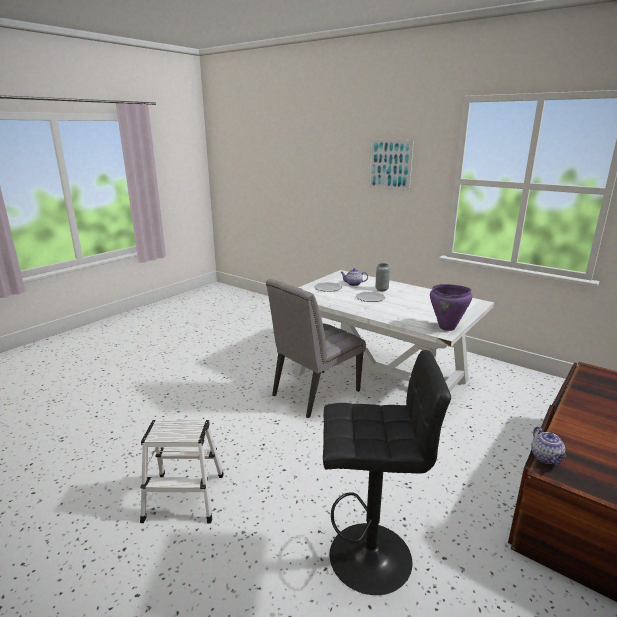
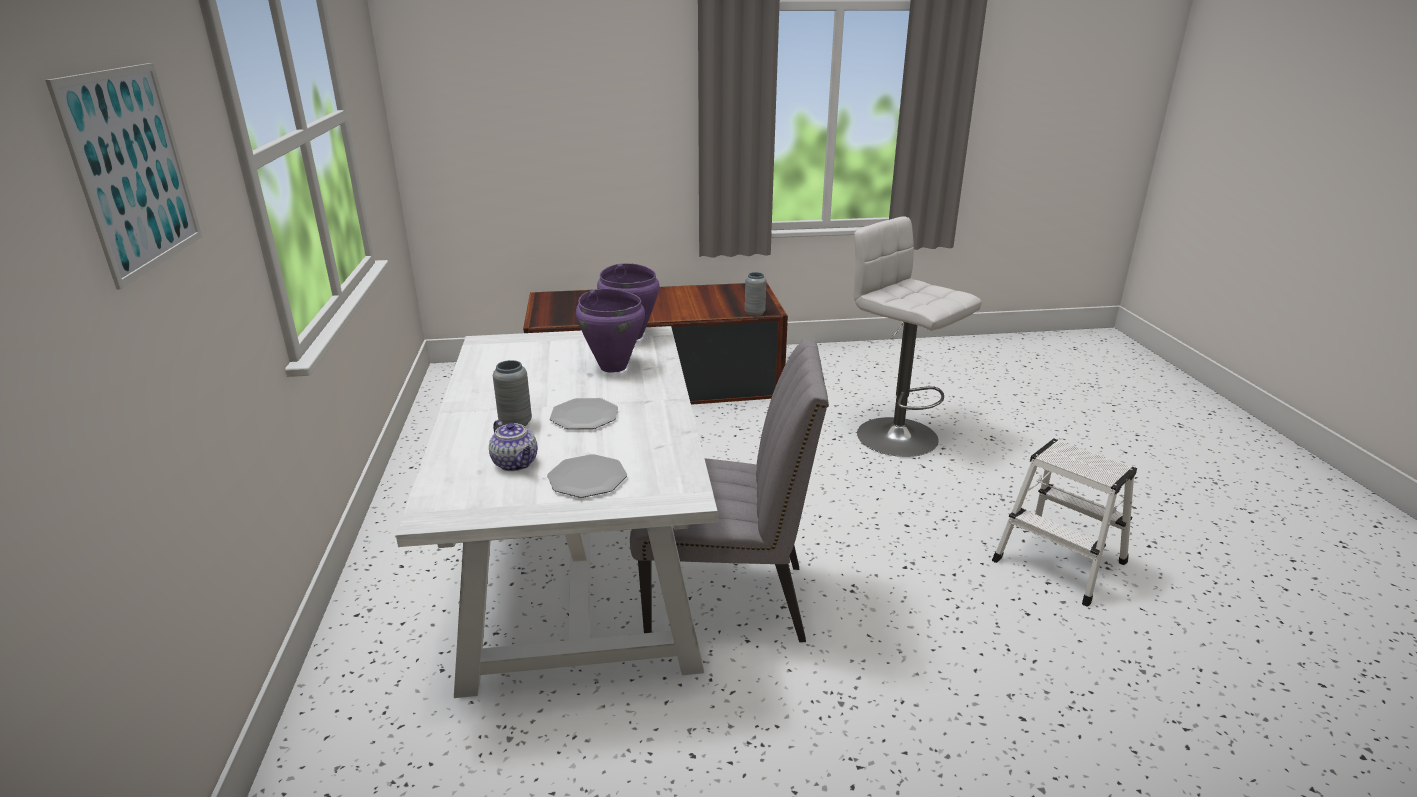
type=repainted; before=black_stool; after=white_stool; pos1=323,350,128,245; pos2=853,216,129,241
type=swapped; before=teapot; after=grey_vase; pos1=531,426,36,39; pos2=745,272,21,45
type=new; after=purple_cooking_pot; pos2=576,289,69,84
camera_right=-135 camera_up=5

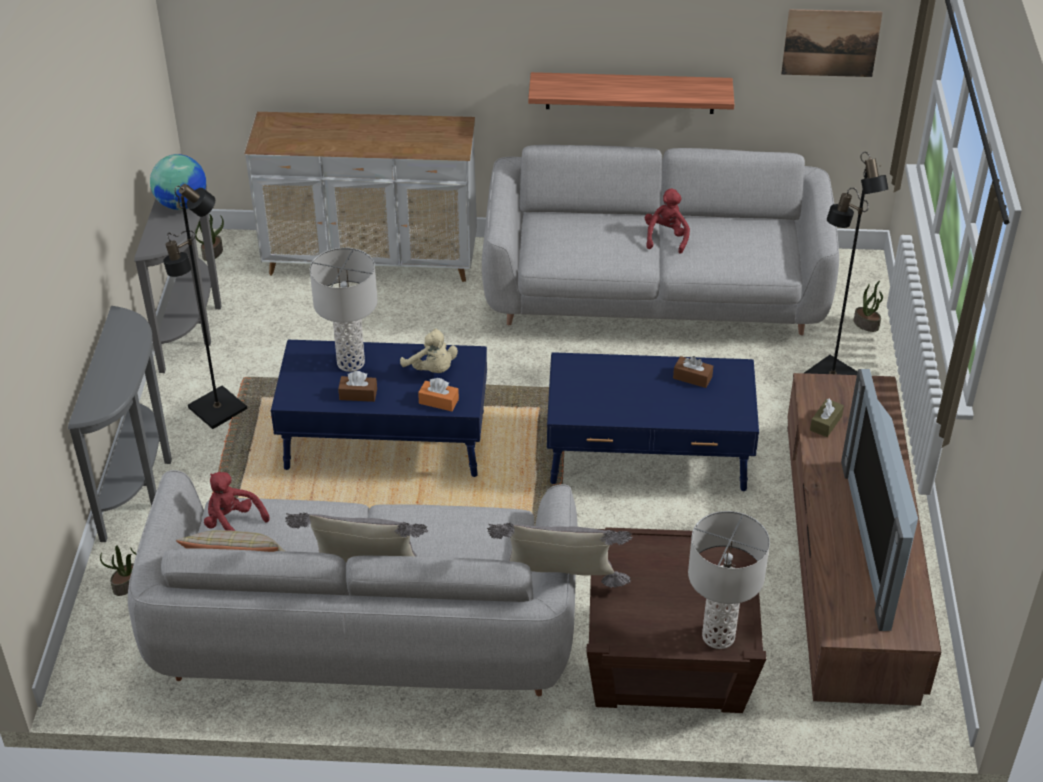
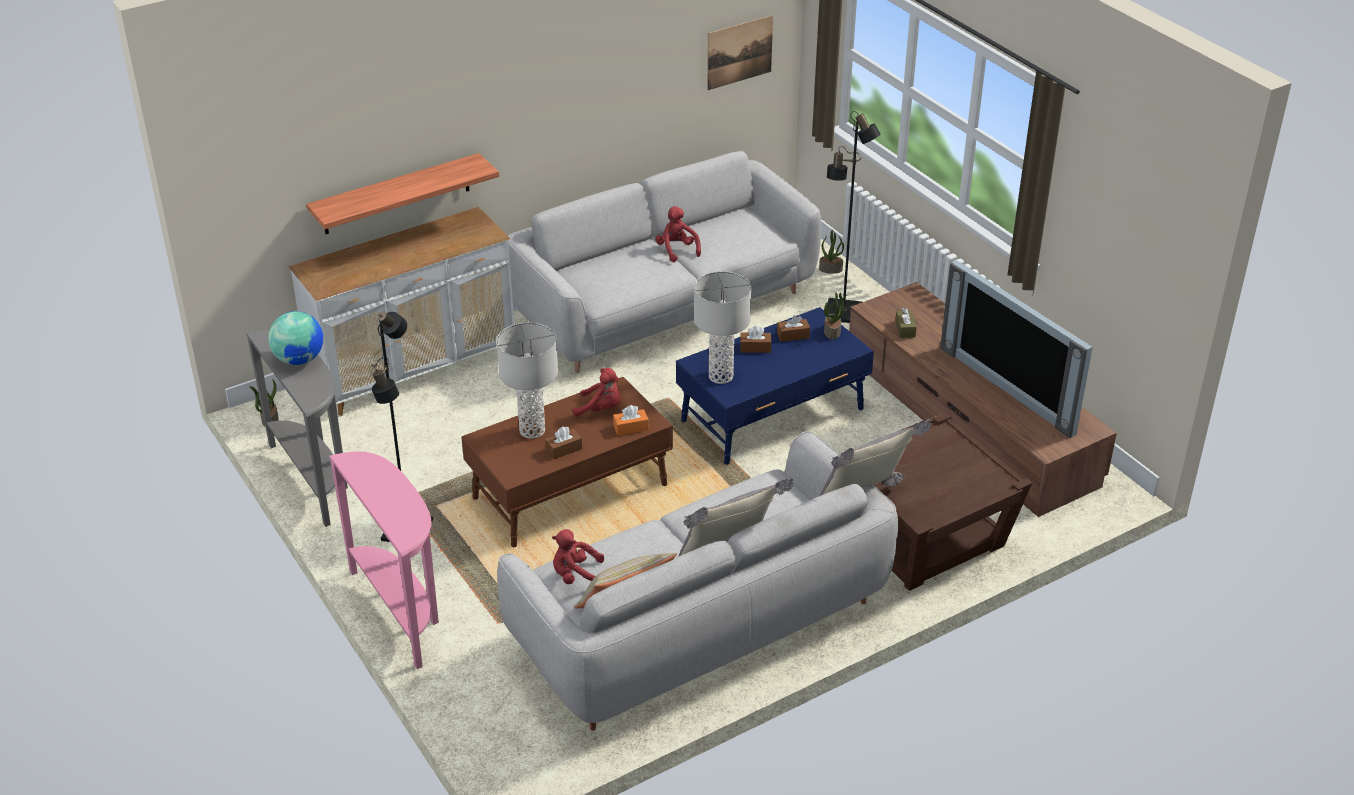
type=shifted; before=shelf; pos1=528,72,206,42; pos2=306,153,193,81
type=repainted; before=grey_console_table; after=pink_console_table; pos1=68,306,104,236; pos2=329,451,110,218
type=repainted; before=beige_plush_toy; after=red_plush_toy; pos1=400,328,58,45; pos2=573,368,48,48
type=repainted; before=blue_coffee_table; after=brown_coffee_table; pos1=271,340,216,137; pos2=461,377,212,170
type=shifted; before=white_table_lamp; pos1=688,511,82,138; pos2=694,271,57,113
type=shifted; before=potted_plant; pos1=100,545,36,51; pos2=824,292,25,47
type=new; after=brown_tissue_box; pos2=740,326,31,27
camera_right=-35 camera_up=-5

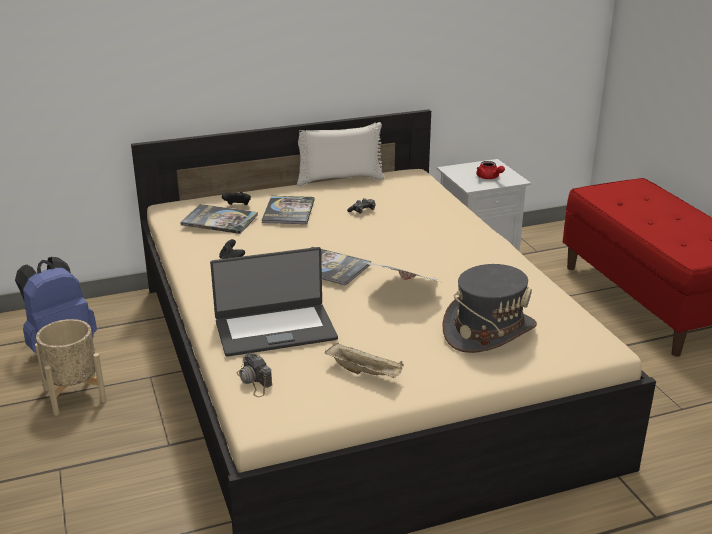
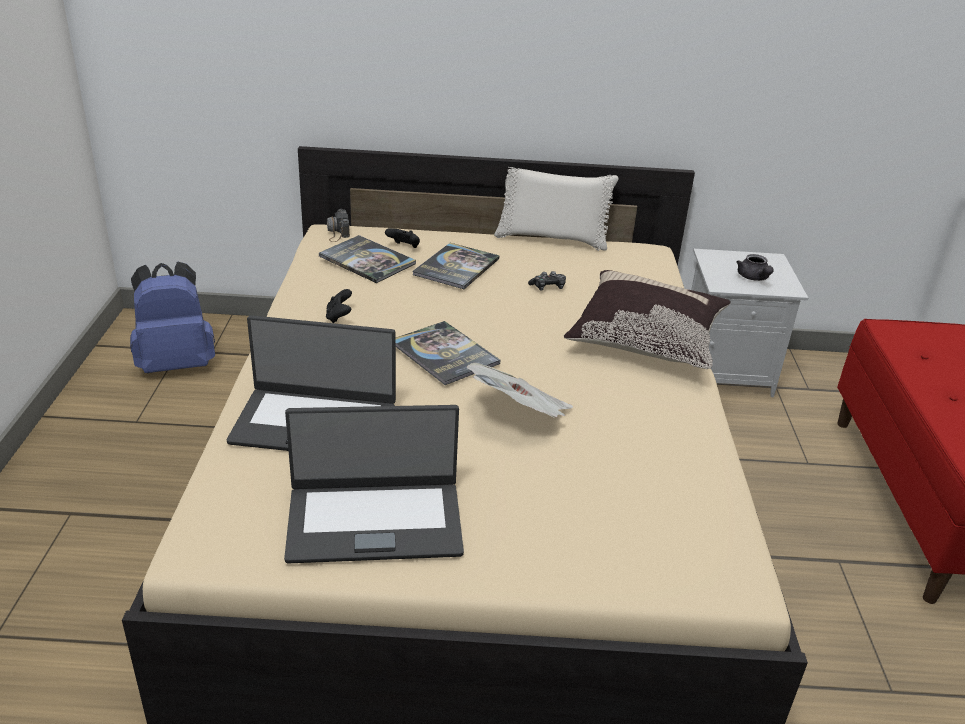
type=repainted; before=red_teapot; after=grey_teapot; pos1=476,161,29,18; pos2=736,254,38,27
type=gone; before=grey_hat; pos1=442,264,95,89
type=gone; before=beige_planter; pos1=35,319,71,97
type=swapped; before=beige_tray; after=laptop; pos1=325,343,79,35; pos2=284,405,180,158
type=shifted; before=photo_camera; pos1=237,353,35,44; pos2=327,209,23,33
type=new; after=pillow; pos2=564,270,167,99
camera_right=20 camera_up=5

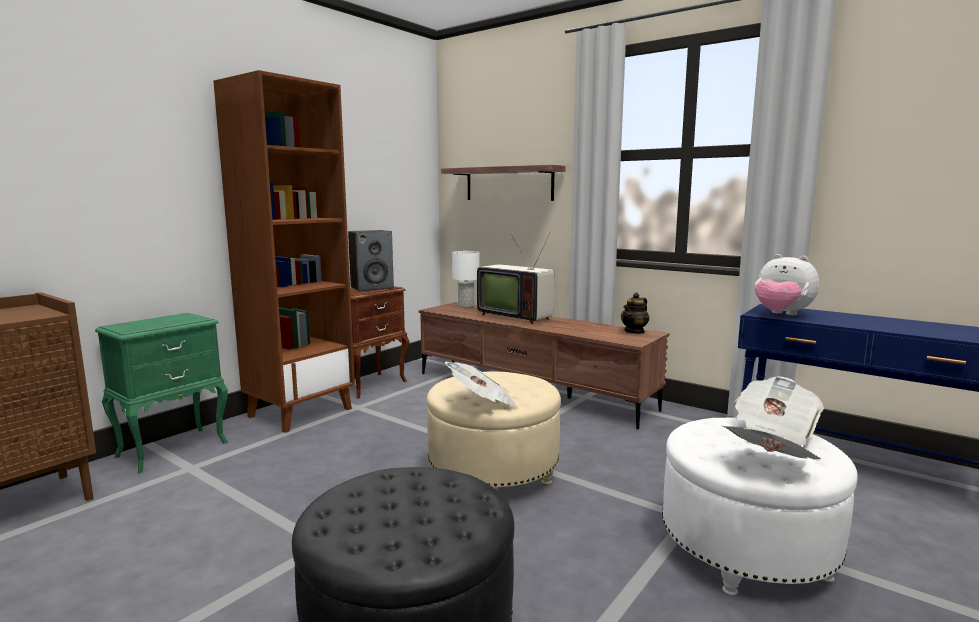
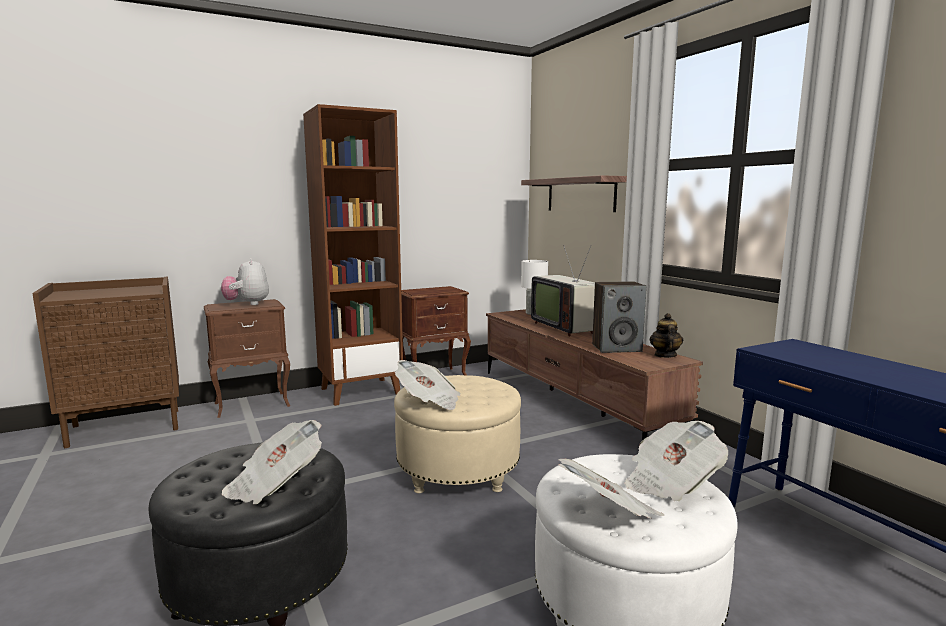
type=shifted; before=speaker; pos1=348,230,46,61; pos2=592,281,55,72
type=shifted; before=plush_toy; pos1=755,254,64,61; pos2=221,258,48,47
type=rotated; before=teapot; pos1=621,292,28,42; pos2=649,313,34,45; turn=120
type=repainted; before=green_nightstand; after=brown_nightstand; pos1=95,313,133,161; pos2=204,299,86,119
type=new; after=newspaper; pos2=222,420,100,85
camera_right=25 camera_up=0

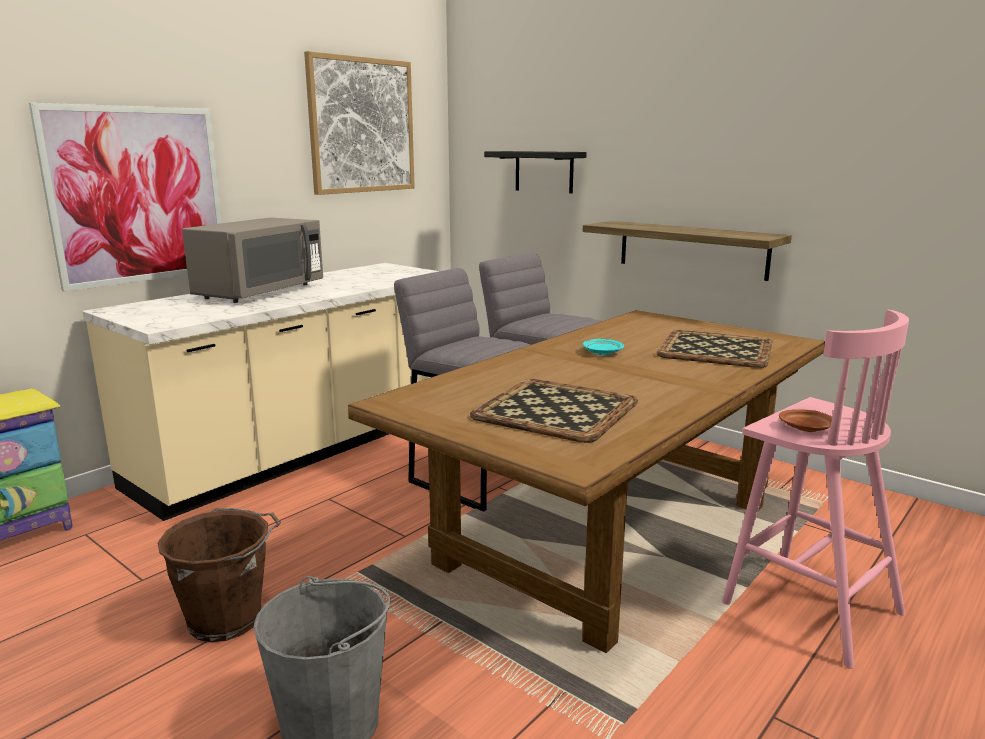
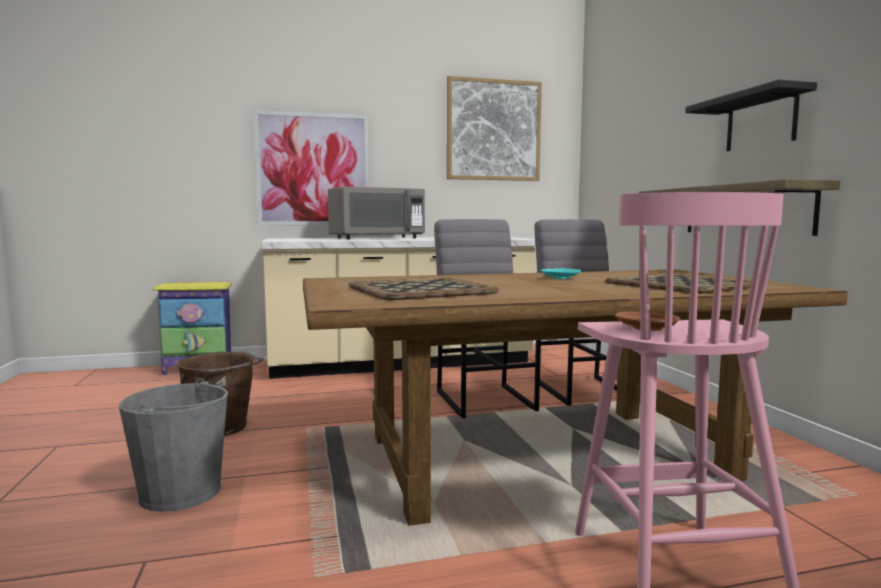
type=shifted; before=black_shelf; pos1=484,151,103,42; pos2=685,80,132,71
camera_right=35 camera_up=-10

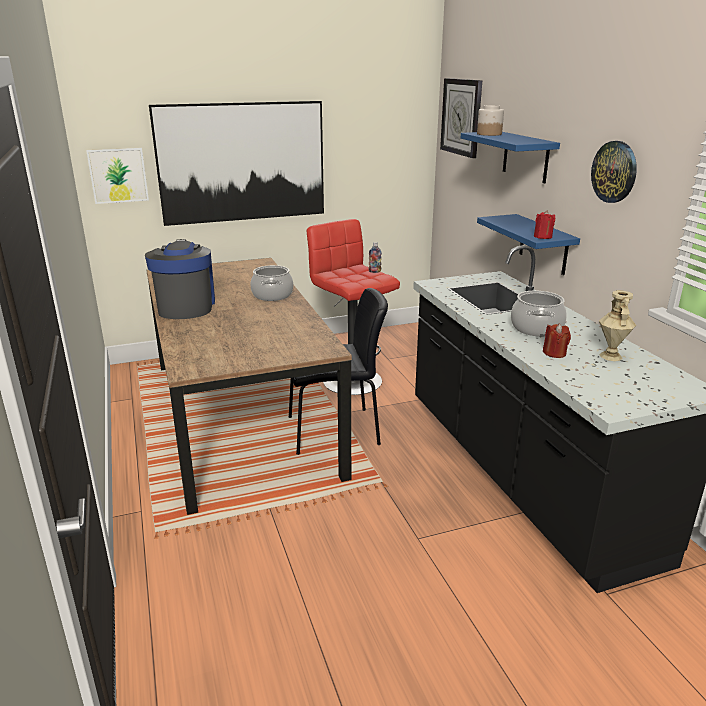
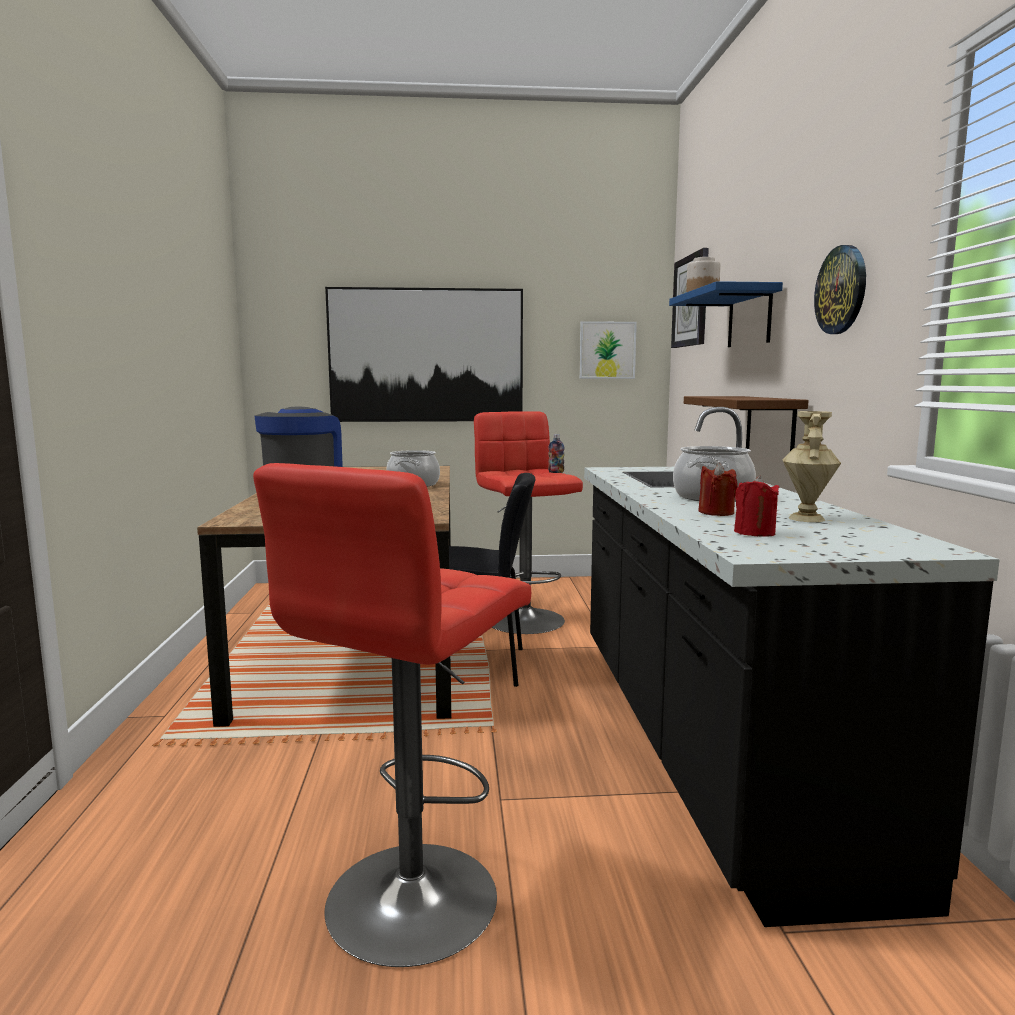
type=shifted; before=picture; pos1=86,148,63,56; pos2=580,321,57,58
type=shifted; before=red_candle; pos1=534,210,21,29; pos2=734,475,45,62
type=repainted; before=blue_shelf; after=brown_shelf; pos1=477,214,103,61; pos2=684,396,125,55
type=new; after=red_stool; pos2=253,463,278,504
camera_right=15 camera_up=-15

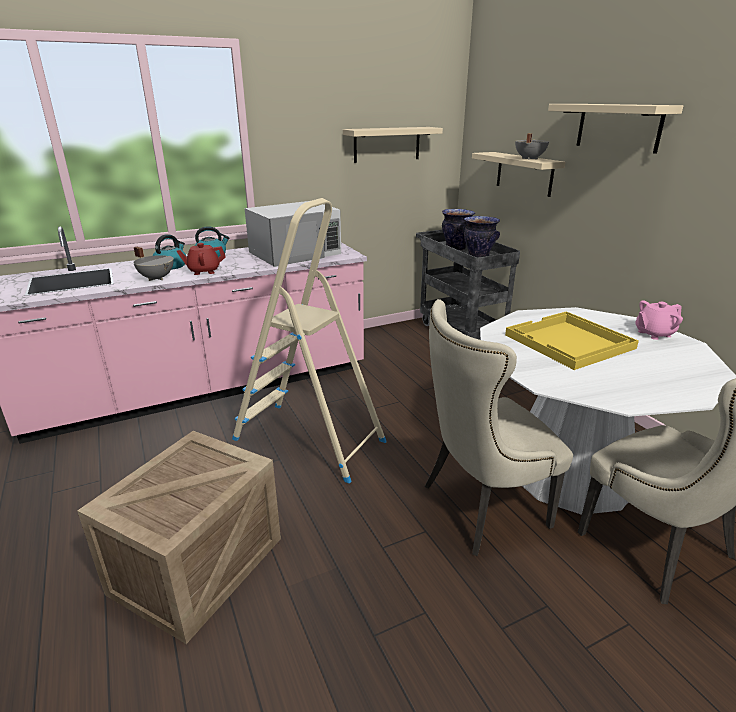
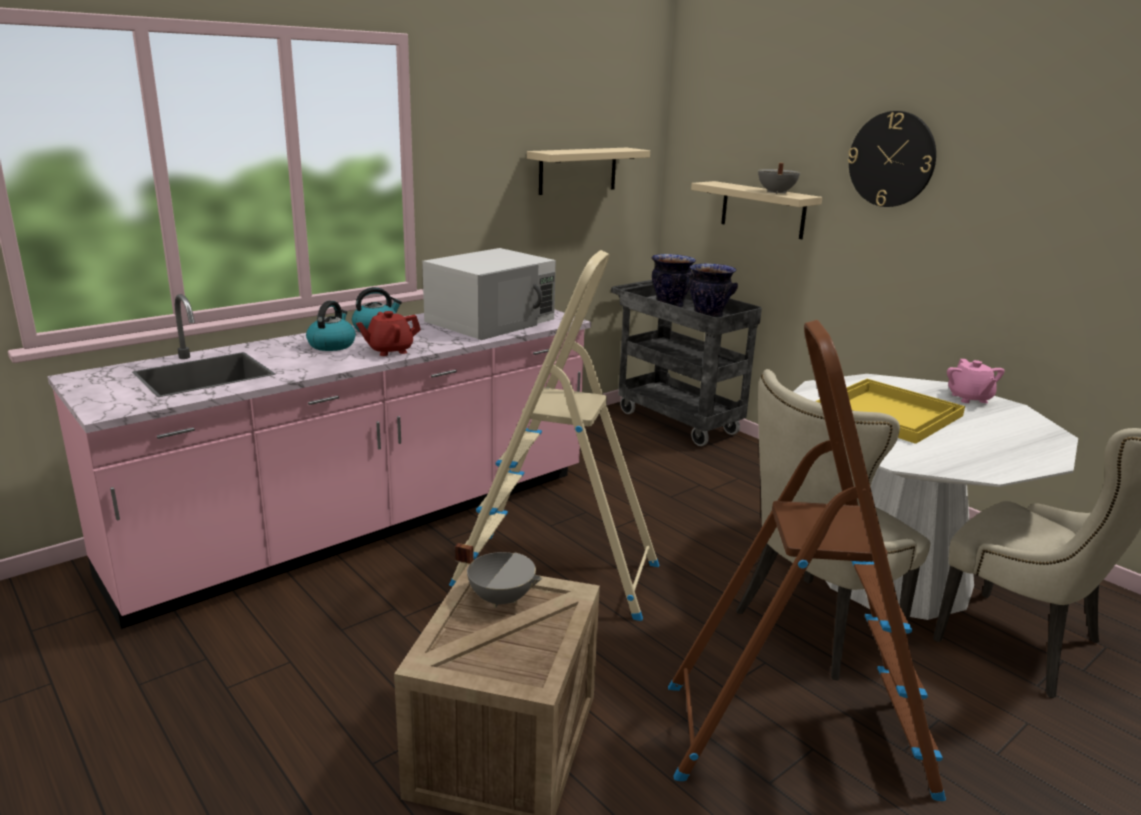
type=swapped; before=beige_shelf; after=wall_clock; pos1=548,104,135,50; pos2=848,111,88,96
type=shifted; before=grey_cooking_pot; pos1=133,247,40,34; pos2=455,543,87,65
type=rotated; before=pink_teapot; pos1=635,300,48,40; pos2=947,359,58,44; turn=-60
type=new; after=brown_step_ladder; pos2=668,320,278,481
camera_right=-15 camera_up=-5

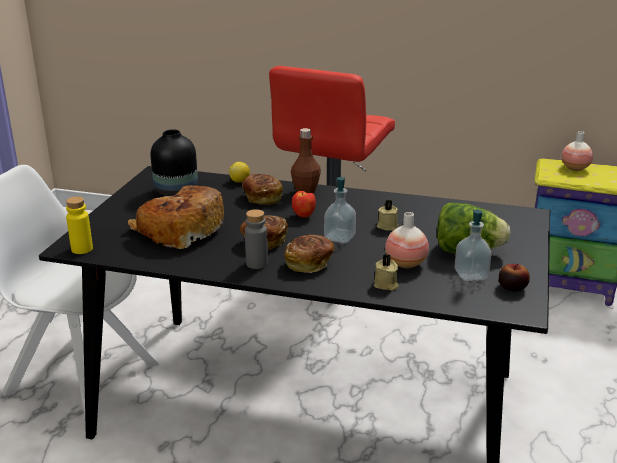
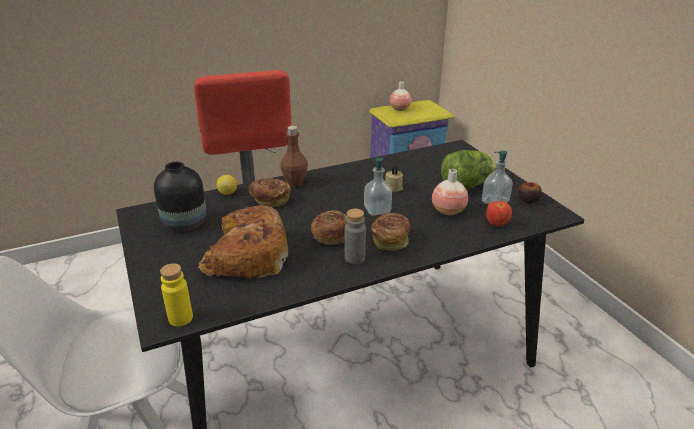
type=shifted; before=apple; pos1=292,191,24,27; pos2=486,201,26,25
type=gone; before=beige_candle; pos1=374,254,25,37
camera_right=-40 camera_up=5

